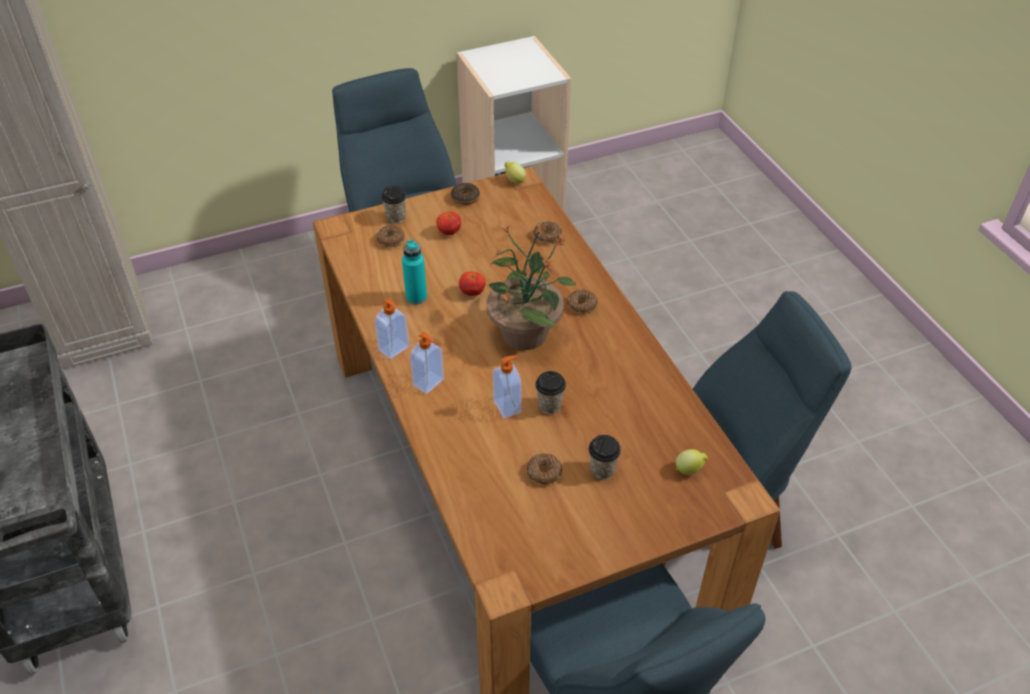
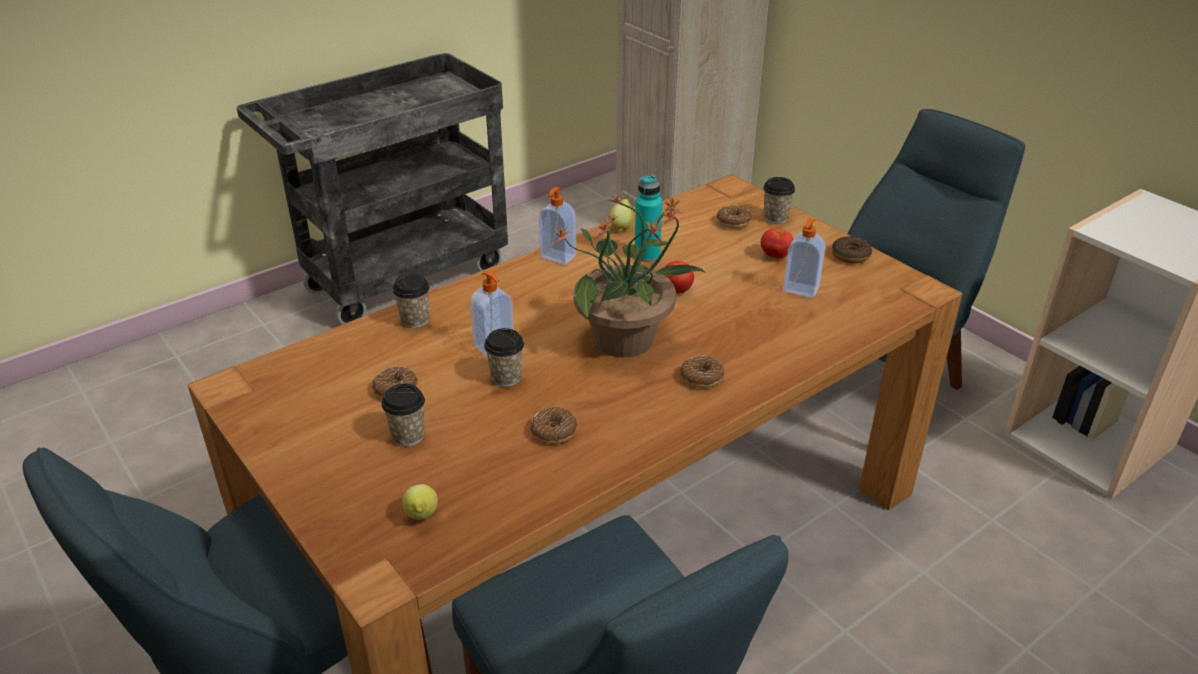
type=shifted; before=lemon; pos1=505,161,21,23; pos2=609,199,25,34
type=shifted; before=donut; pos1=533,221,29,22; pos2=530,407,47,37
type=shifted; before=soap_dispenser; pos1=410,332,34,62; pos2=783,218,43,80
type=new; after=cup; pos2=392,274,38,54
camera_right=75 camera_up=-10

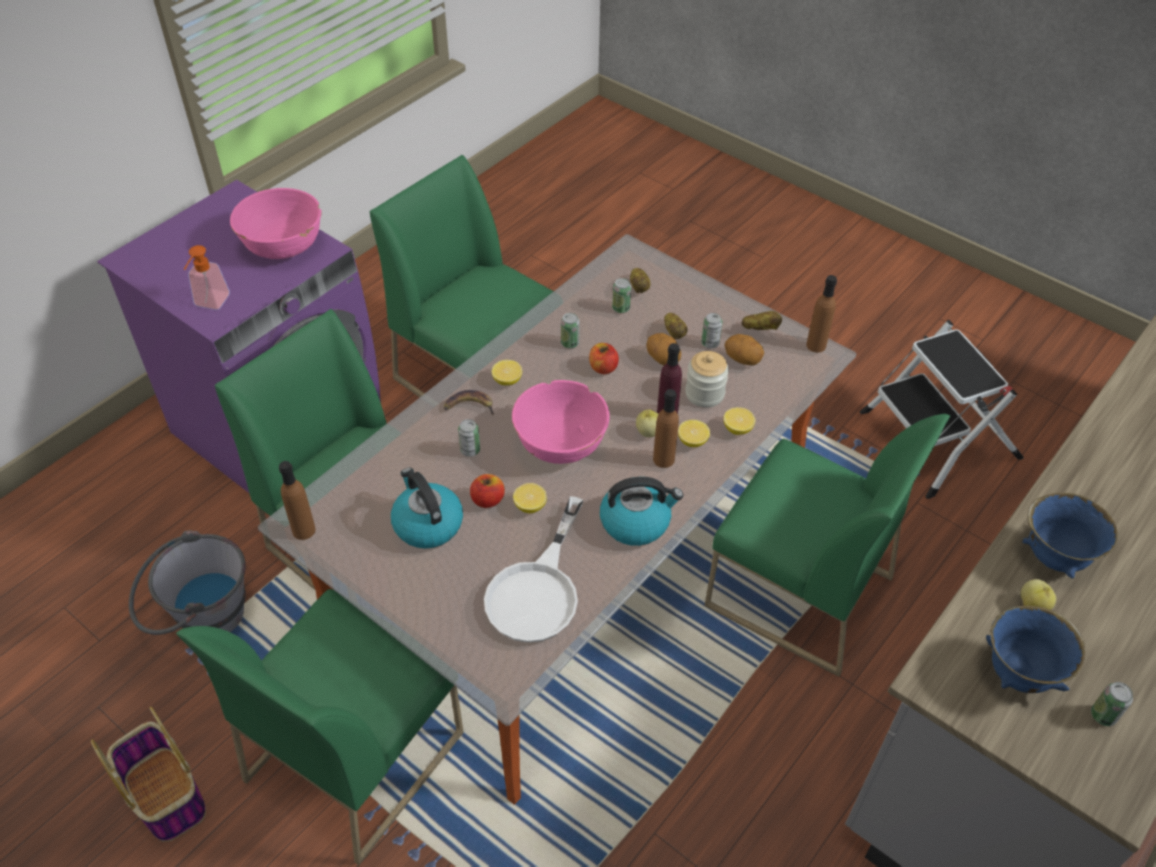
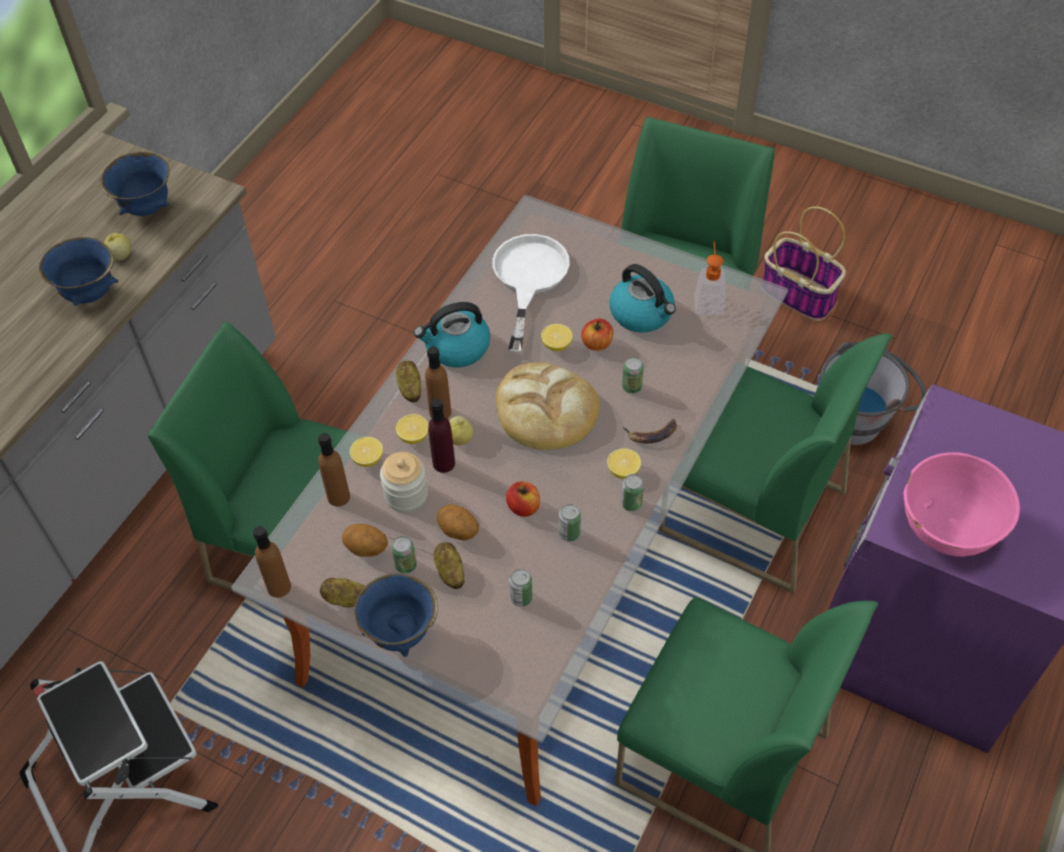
type=shifted; before=soap_dispenser; pos1=184,245,46,65; pos2=694,241,31,73
type=shifted; before=potato; pos1=630,268,21,25; pos2=396,361,25,41
type=swapped; before=pink_bowl; after=bread; pos1=512,380,98,84; pos2=496,362,104,88
type=shifted; before=brown_bottle; pos1=279,461,37,79; pos2=318,433,32,73
type=shifted; before=can; pos1=1091,682,42,44; pos2=621,474,23,37
type=new; after=blue_bowl; pos2=354,574,84,83
camera_right=170 camera_up=5

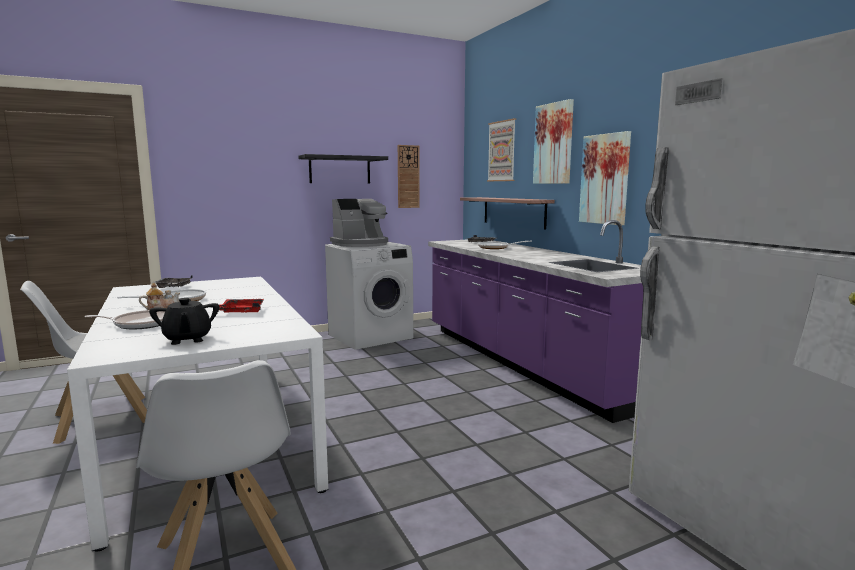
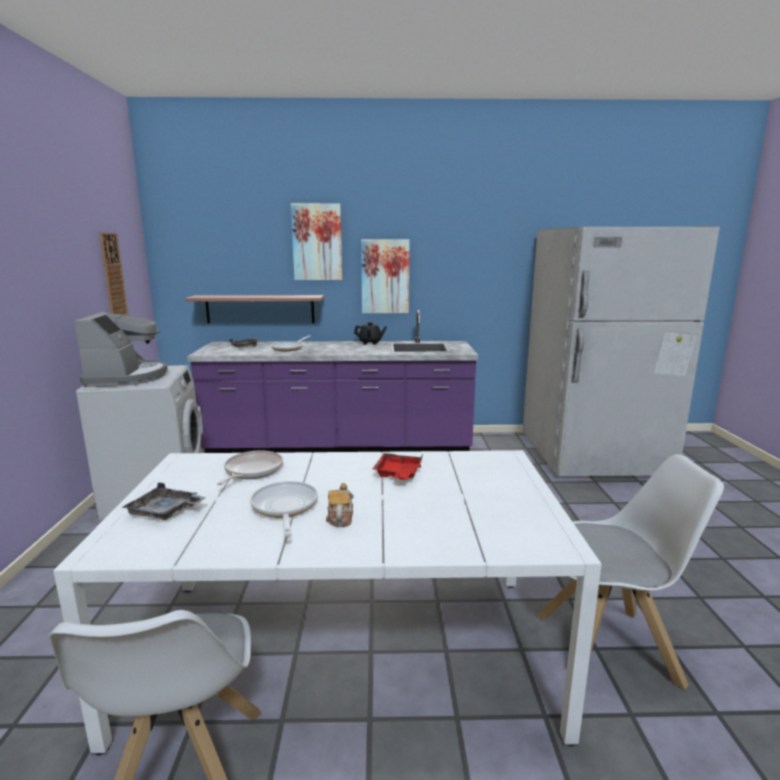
type=gone; before=picture; pos1=487,118,29,63
type=gone; before=black_shelf; pos1=298,154,90,30
type=shifted; before=black_teapot; pos1=149,298,70,47; pos2=354,322,33,23
type=shifted; before=frying_pan; pos1=85,310,80,19; pos2=217,451,66,34
camera_right=-65 camera_up=5

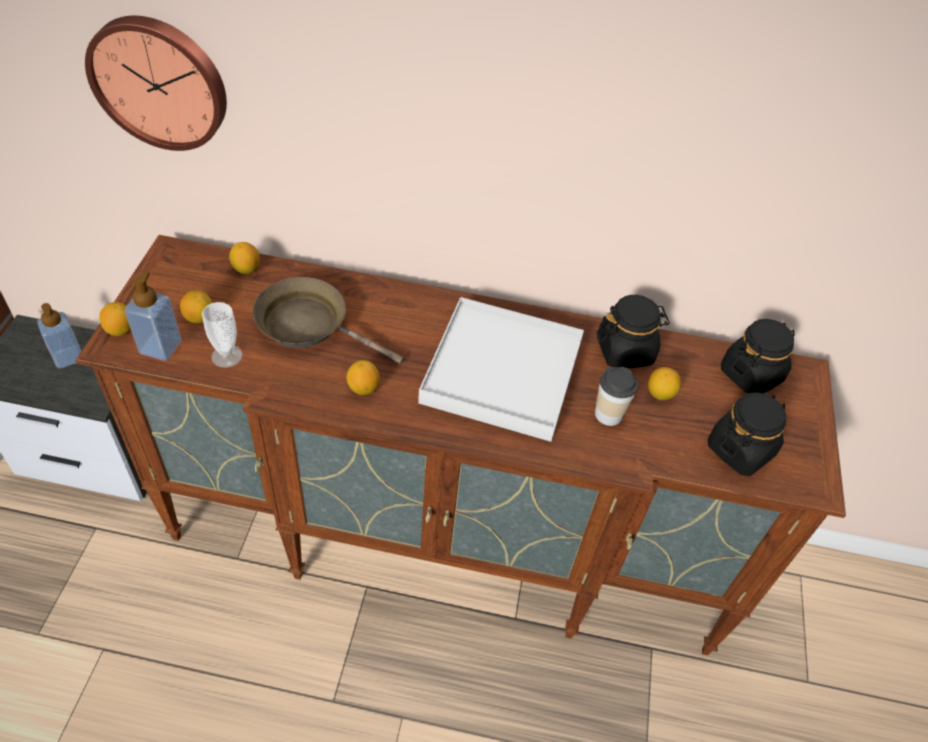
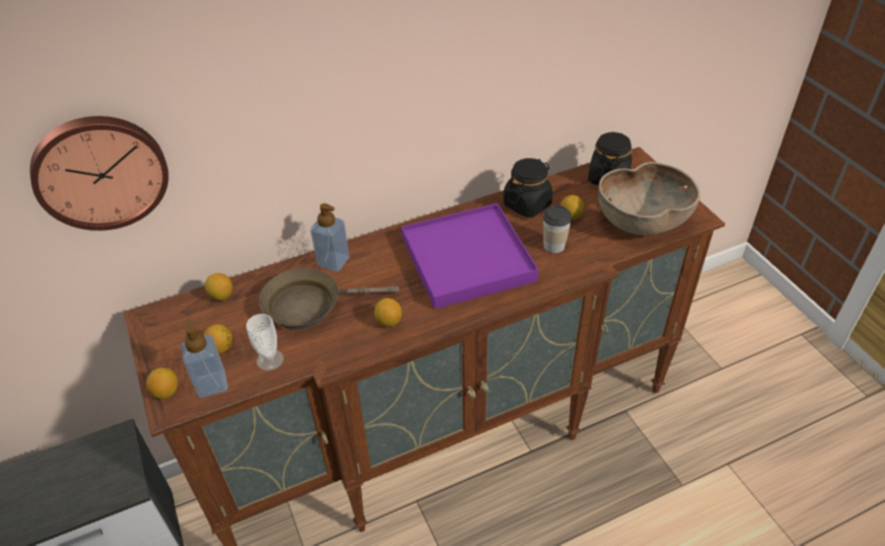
type=repainted; before=white_tray; after=purple_tray; pos1=418,297,166,145; pos2=401,203,138,106
type=shifted; before=soap_dispenser; pos1=37,303,44,66; pos2=310,203,39,69
type=swapped; before=black_jar; after=brown_bowl; pos1=708,392,78,84; pos2=598,162,102,73
camera_right=-30 camera_up=-5

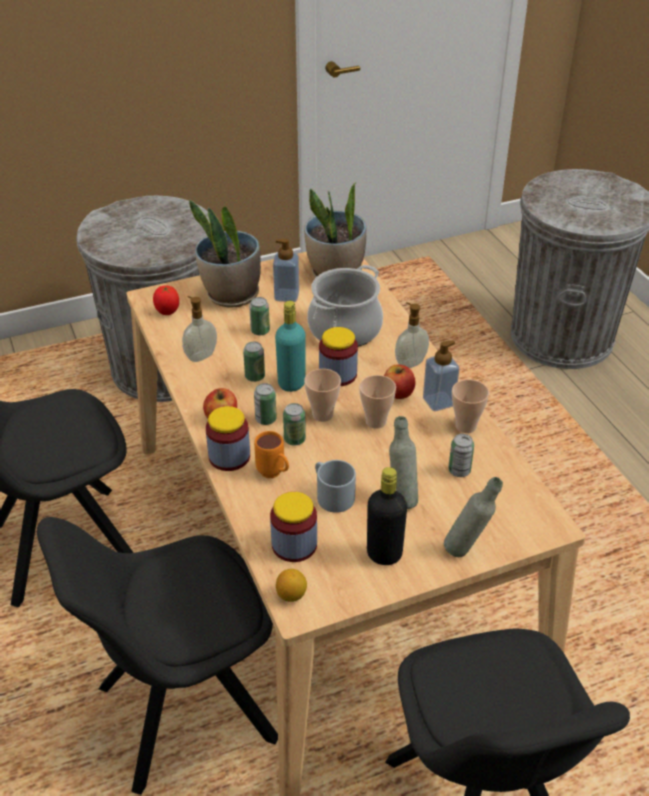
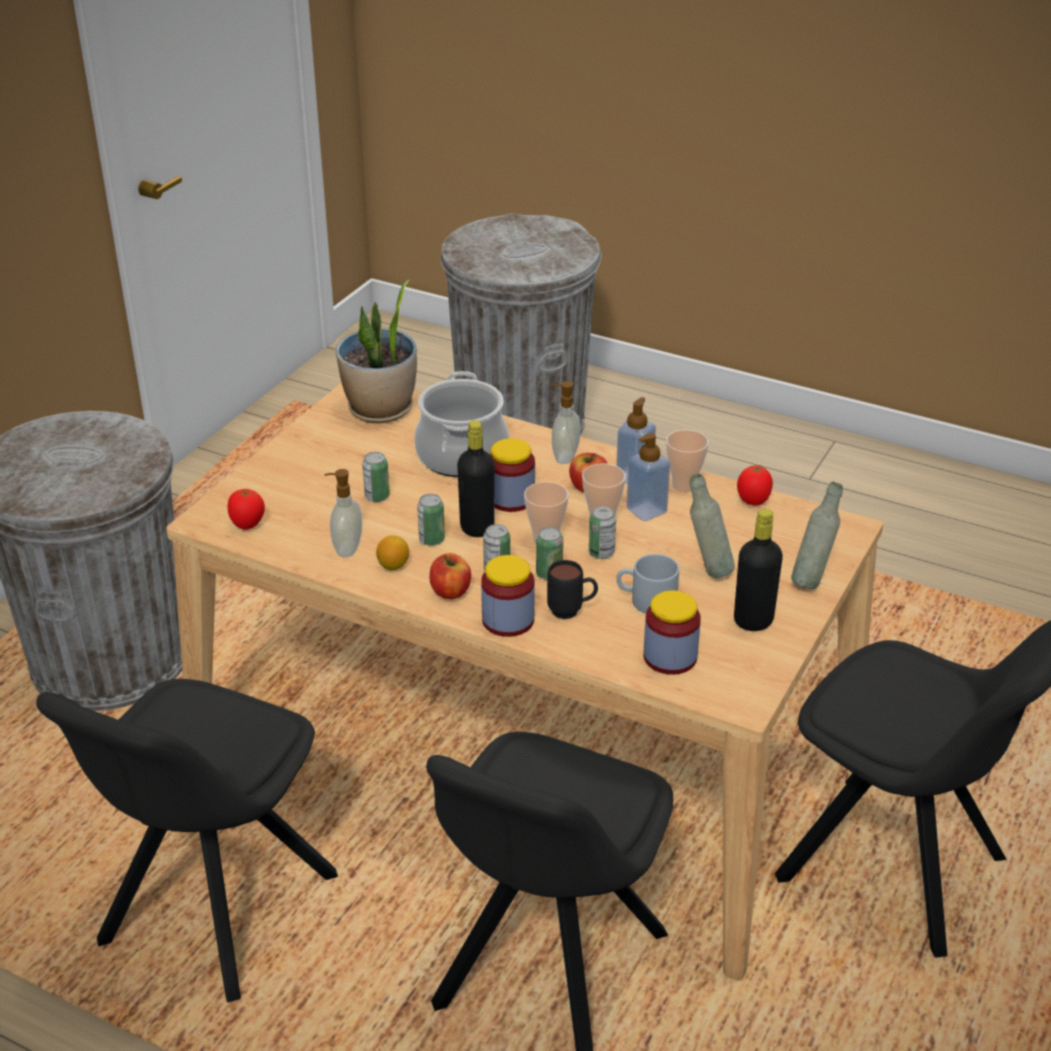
type=gone; before=potted_plant; pos1=189,200,72,108
type=shifted; before=soap_dispenser; pos1=273,239,26,63; pos2=626,433,44,88
type=repainted; before=turquoise_bottle; after=black_bottle; pos1=275,301,31,91; pos2=457,420,38,117
type=repainted; before=orange_mug; after=black_mug; pos1=254,431,35,47; pos2=547,560,51,59
type=shifted; before=can; pos1=448,434,26,43; pos2=589,506,27,53
type=shifted; before=lemon; pos1=276,569,31,33; pos2=376,535,33,35
type=new; after=tomato; pos2=737,465,36,41
camera_right=-40 camera_up=-5

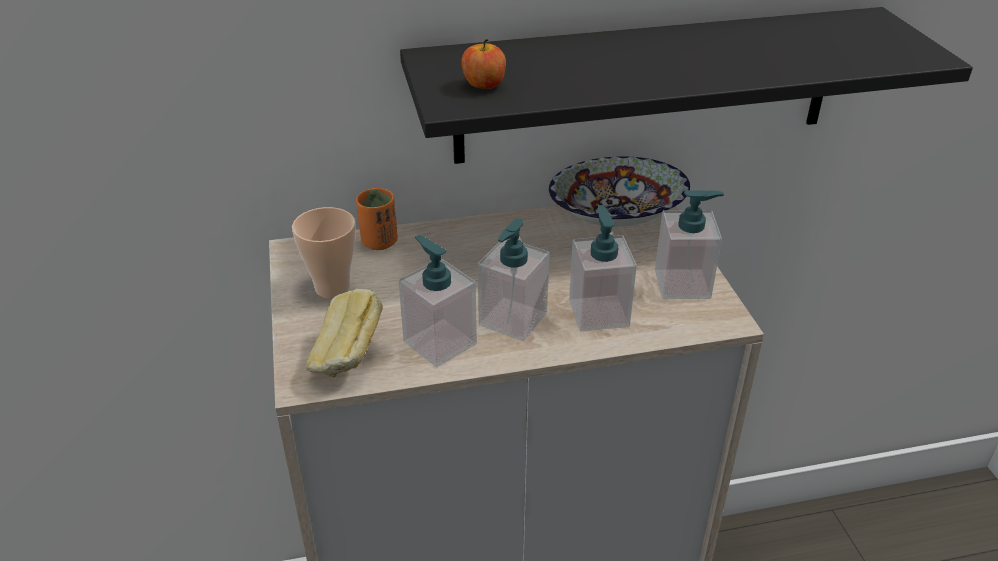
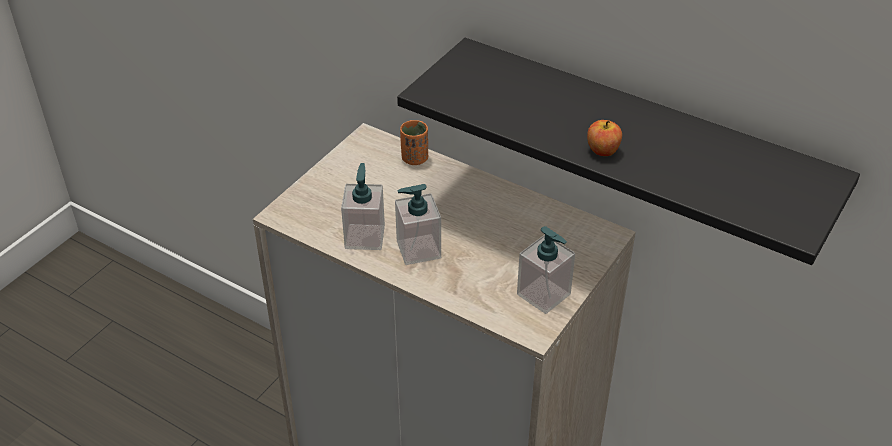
type=shifted; before=apple; pos1=461,39,45,50; pos2=587,120,35,36
type=gone; before=bowl; pos1=549,156,141,71
type=gone; before=soap_dispenser; pos1=569,205,68,126
type=gone; before=cup; pos1=292,207,64,91
type=gone; before=bread; pos1=306,289,77,89
camera_right=45 camera_up=5

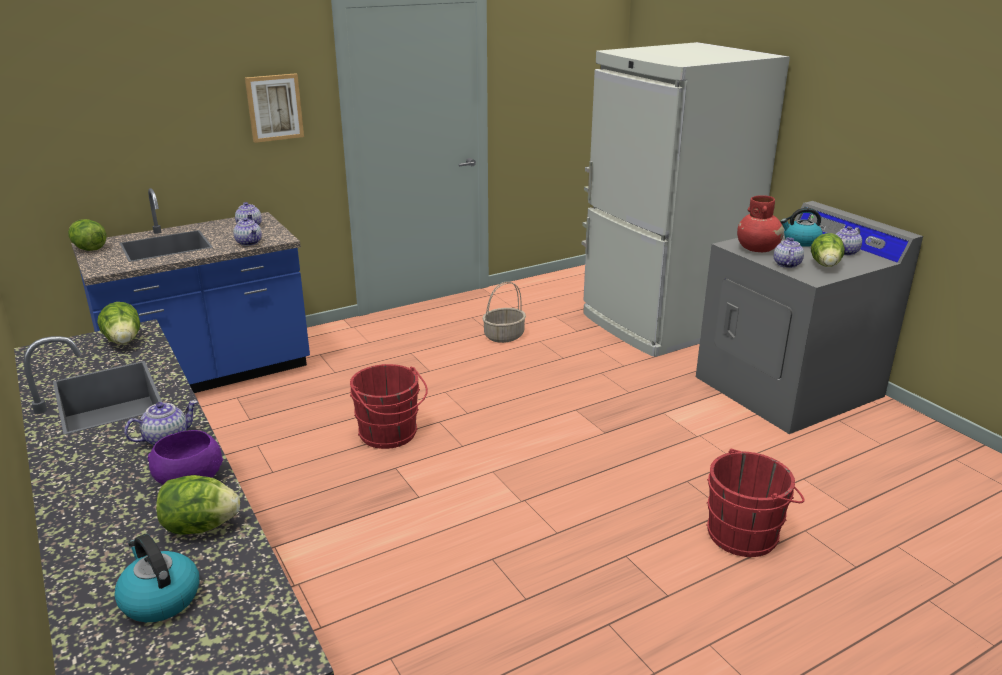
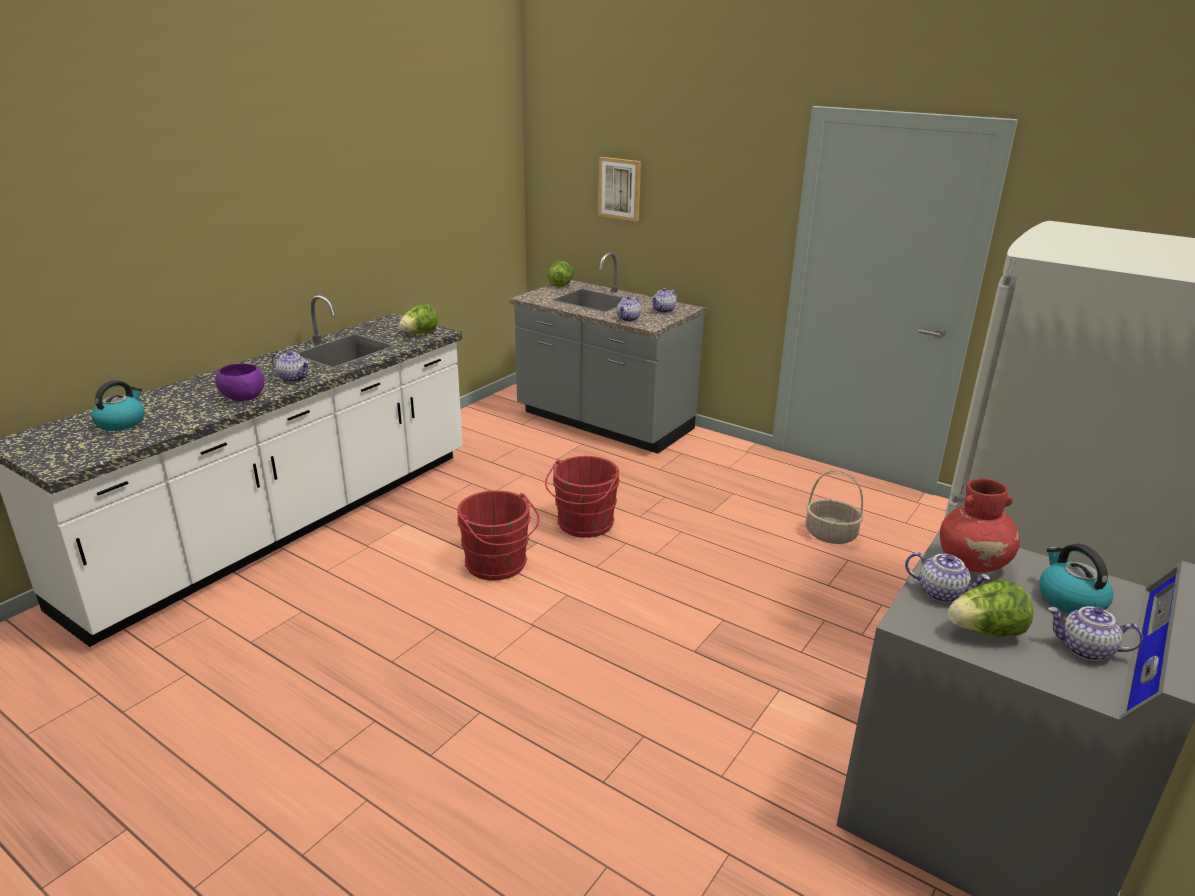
type=shifted; before=picture; pos1=245,73,59,70; pos2=598,157,43,65
type=repainted; before=blue_counter; after=grey_counter; pos1=71,188,239,205; pos2=509,252,197,202
type=rotated; before=teapot; pos1=774,238,30,30; pos2=905,552,85,51; turn=45
type=shifted; before=red_bucket; pos1=706,449,98,108; pos2=457,490,82,91
type=gone; before=lettuce; pos1=156,475,84,60
camera_right=65 camera_up=0

